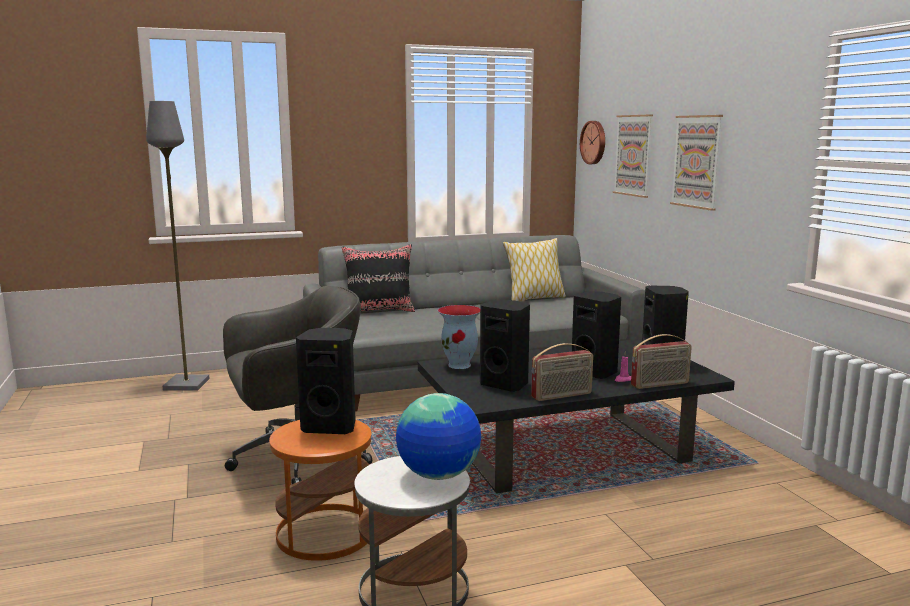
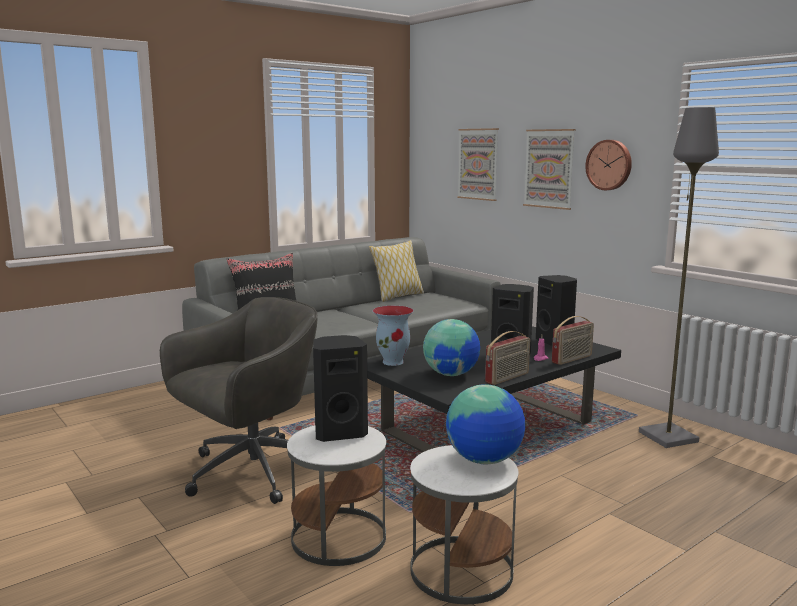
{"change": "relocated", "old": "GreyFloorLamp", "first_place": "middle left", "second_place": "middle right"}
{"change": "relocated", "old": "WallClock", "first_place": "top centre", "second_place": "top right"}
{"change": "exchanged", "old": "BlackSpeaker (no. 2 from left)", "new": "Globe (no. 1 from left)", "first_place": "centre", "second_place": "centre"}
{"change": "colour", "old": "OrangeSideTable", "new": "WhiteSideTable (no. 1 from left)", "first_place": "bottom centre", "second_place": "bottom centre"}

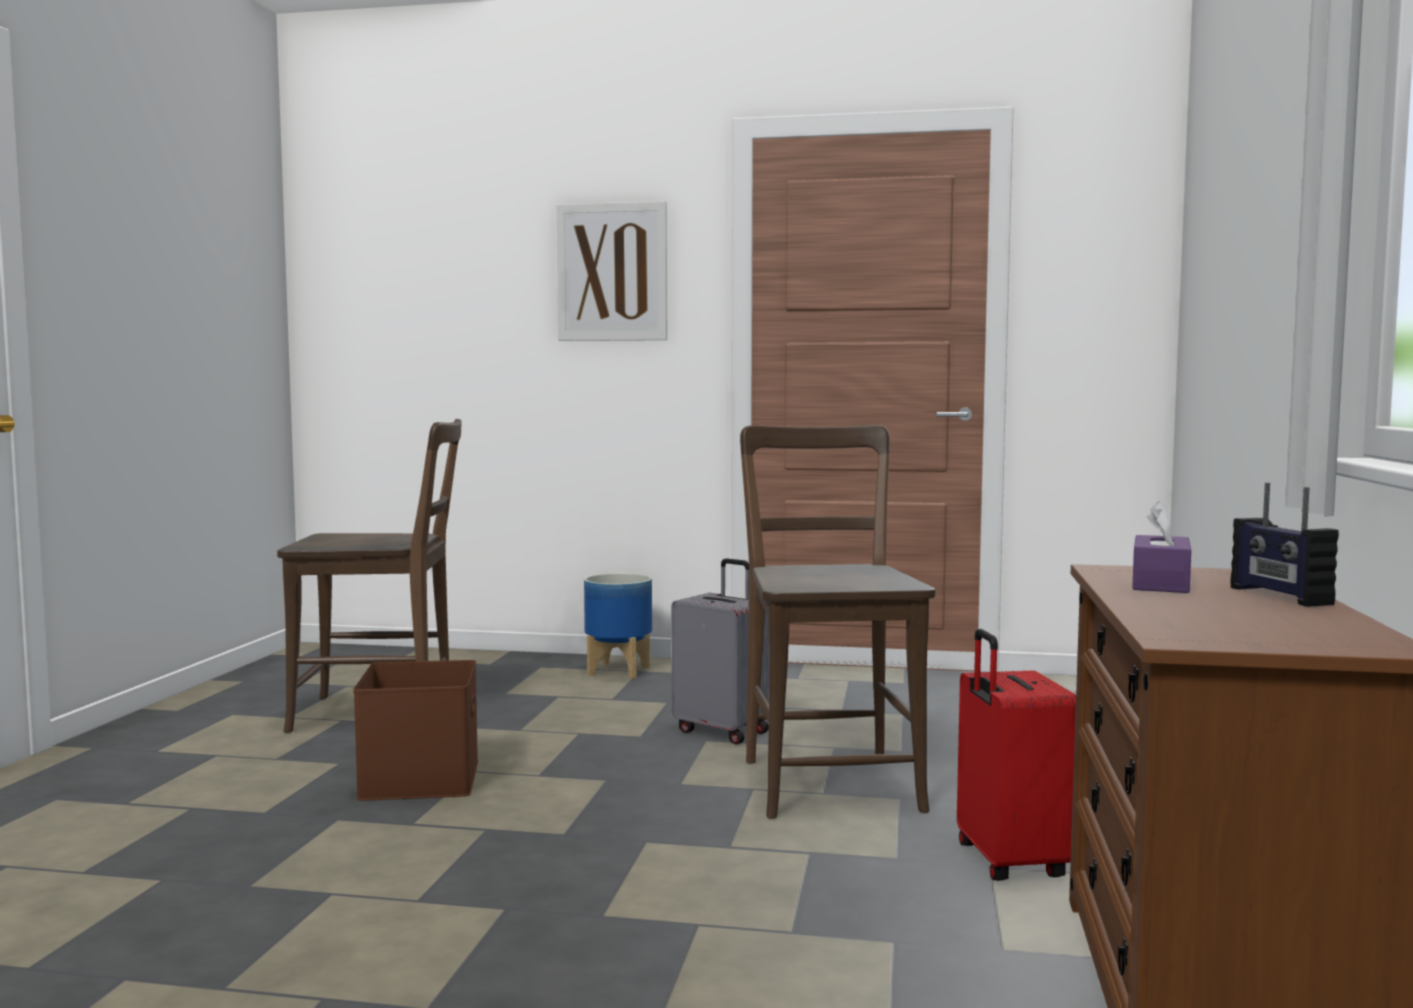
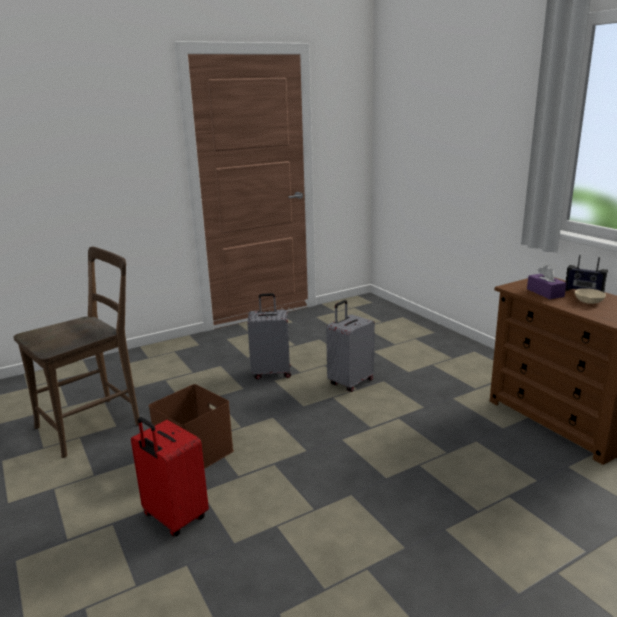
{"change": "missing", "old": "Picture", "first_place": "top centre"}
{"change": "exchanged", "old": "BrownChair (no. 2 from left)", "new": "GreySuitcase (no. 2 from left)", "first_place": "centre", "second_place": "centre"}
{"change": "missing", "old": "Planter", "first_place": "centre"}
{"change": "relocated", "old": "RedSuitcase", "first_place": "bottom right", "second_place": "bottom left"}
{"change": "appeared", "new": "BeigeBowl", "second_place": "middle right"}

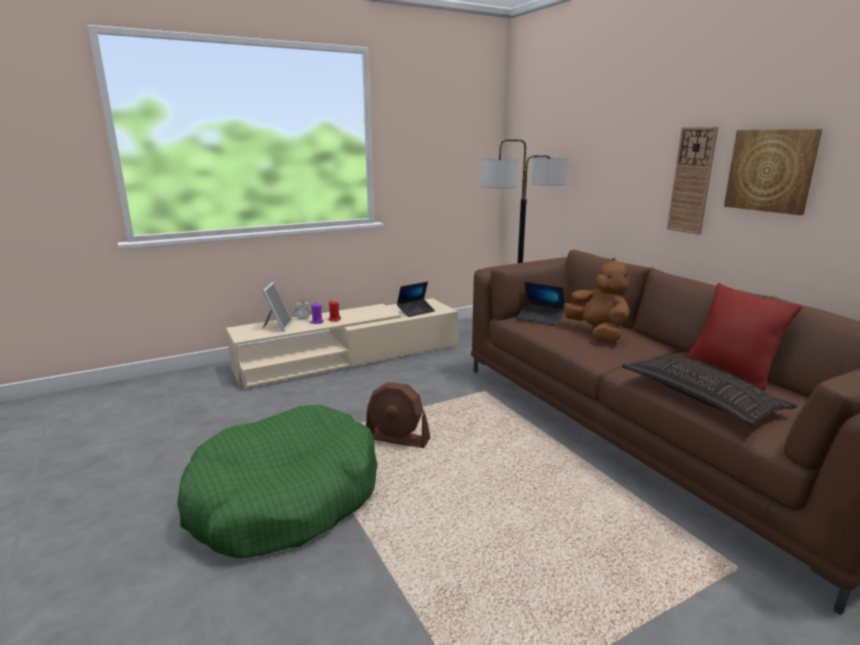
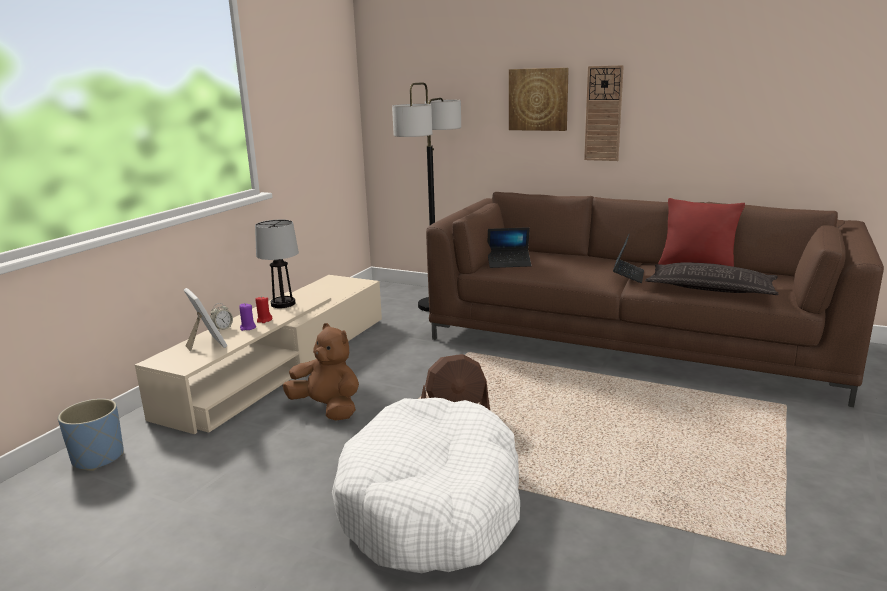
{"change": "relocated", "old": "Picture", "first_place": "top right", "second_place": "top centre"}
{"change": "relocated", "old": "BrownPlushToy", "first_place": "middle right", "second_place": "centre"}
{"change": "relocated", "old": "Laptop (no. 1 from left in the first image)", "new": "Laptop (no. 2 from left)", "first_place": "centre", "second_place": "middle right"}
{"change": "colour", "old": "GreenDogBed", "new": "WhiteDogBed", "first_place": "bottom left", "second_place": "bottom centre"}
{"change": "appeared", "new": "TableLamp", "second_place": "middle left"}
{"change": "appeared", "new": "BluePlanter", "second_place": "bottom left"}

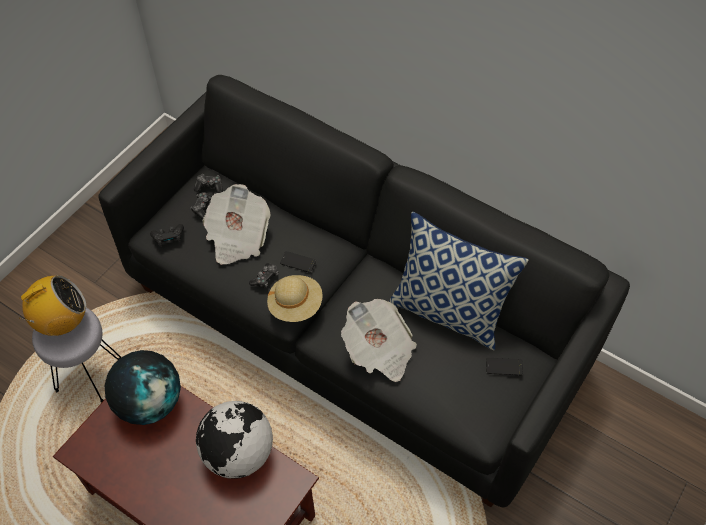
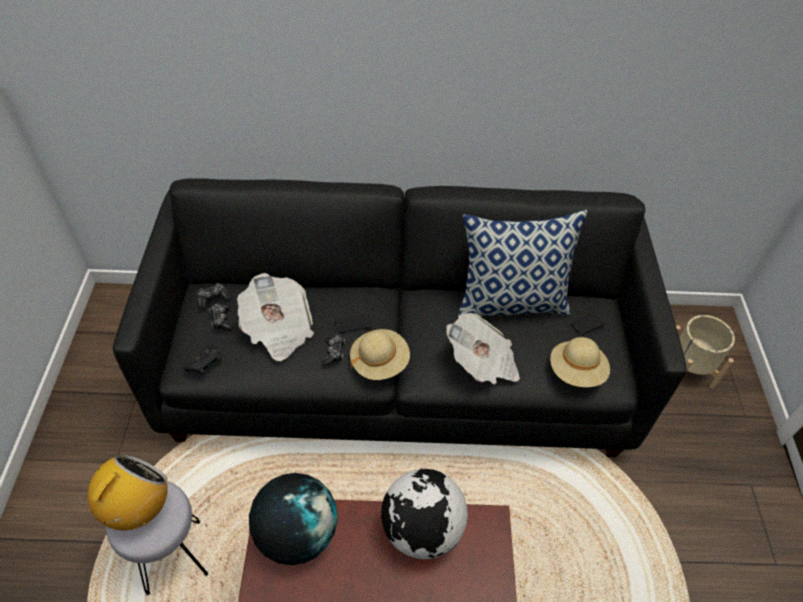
{"change": "appeared", "new": "BeigePlanter", "second_place": "middle right"}
{"change": "appeared", "new": "BeigeHat (no. 2 from left)", "second_place": "middle right"}

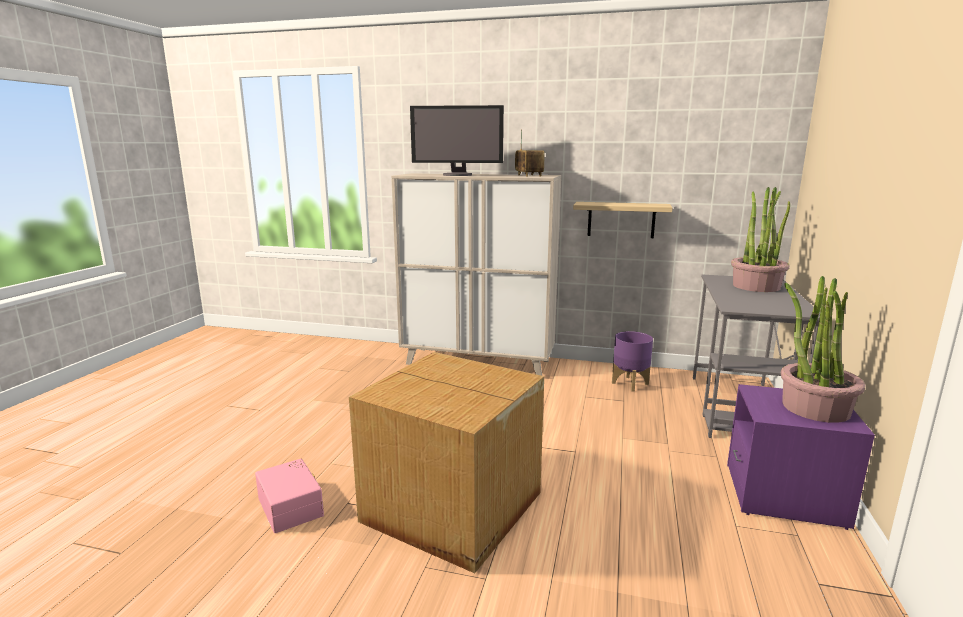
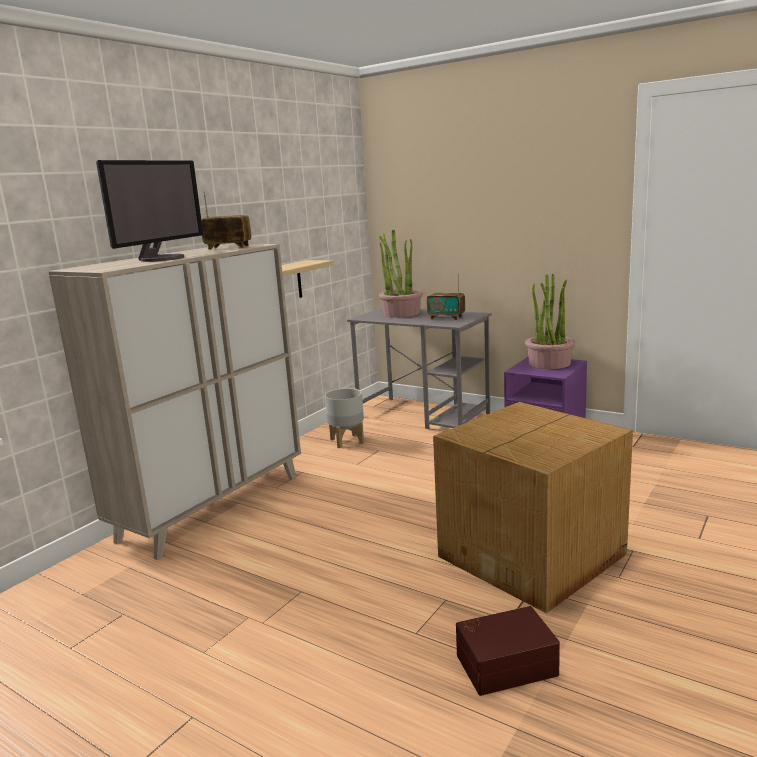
{"change": "colour", "old": "PurplePlanter", "new": "GreyPlanter", "first_place": "centre", "second_place": "centre"}
{"change": "colour", "old": "PinkStorageBox", "new": "BrownStorageBox", "first_place": "bottom left", "second_place": "bottom right"}
{"change": "appeared", "new": "Radio (no. 2 from left)", "second_place": "centre"}

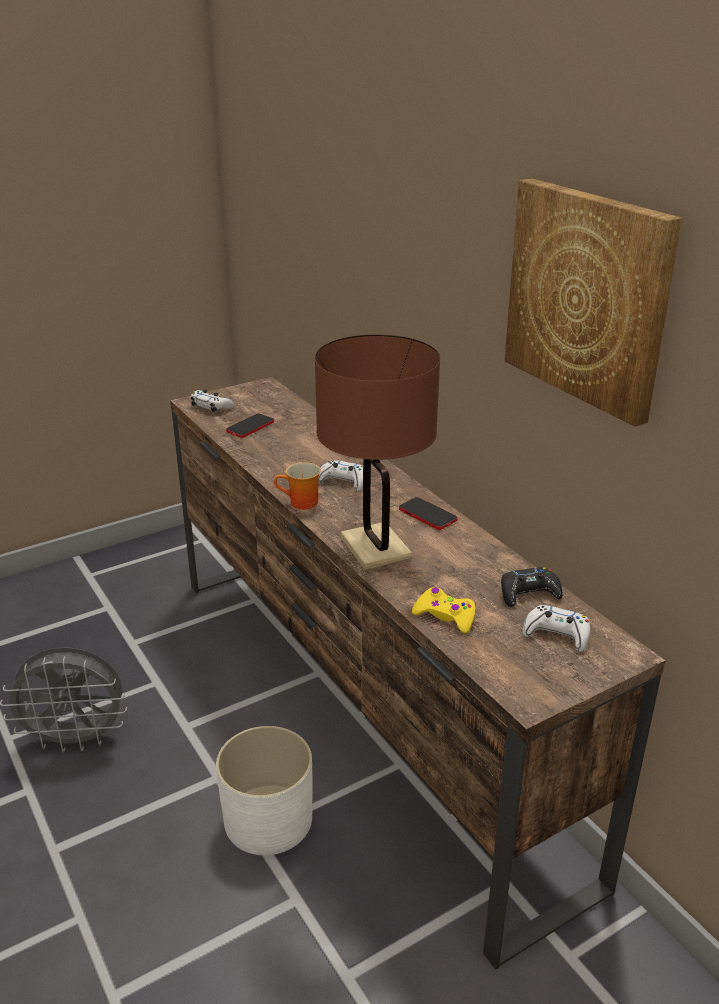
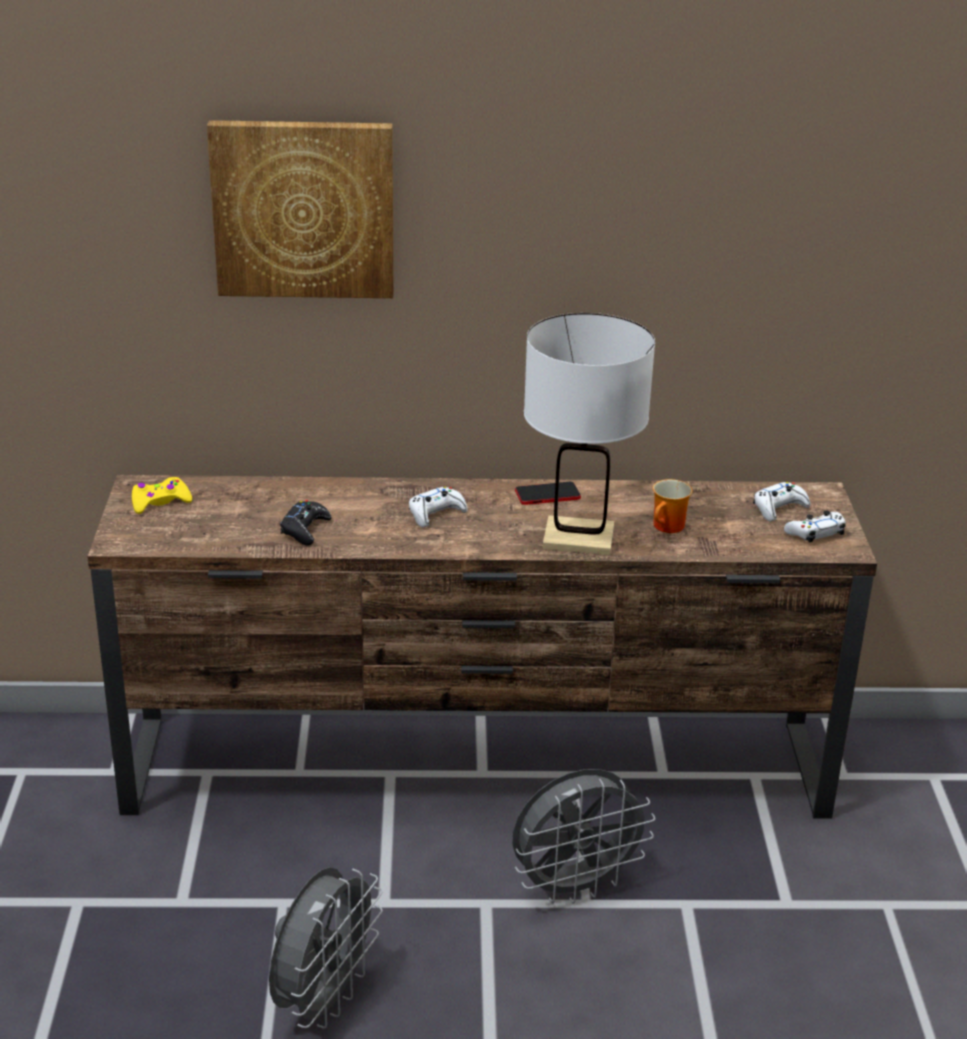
{"change": "relocated", "old": "Picture", "first_place": "top right", "second_place": "top left"}
{"change": "colour", "old": "BrownTableLamp", "new": "WhiteTableLamp", "first_place": "centre", "second_place": "centre"}
{"change": "relocated", "old": "WhiteGameController (no. 1 from left in the first image)", "new": "WhiteGameController (no. 3 from left)", "first_place": "middle left", "second_place": "middle right"}
{"change": "missing", "old": "Phone (no. 1 from left)", "first_place": "centre"}
{"change": "relocated", "old": "Mug", "first_place": "centre", "second_place": "middle right"}
{"change": "relocated", "old": "BlackGameController", "first_place": "middle right", "second_place": "middle left"}
{"change": "relocated", "old": "YellowGameController", "first_place": "centre", "second_place": "middle left"}
{"change": "exchanged", "old": "WhitePlanter", "new": "GreyFan (no. 2 from left)", "first_place": "bottom centre", "second_place": "bottom centre"}

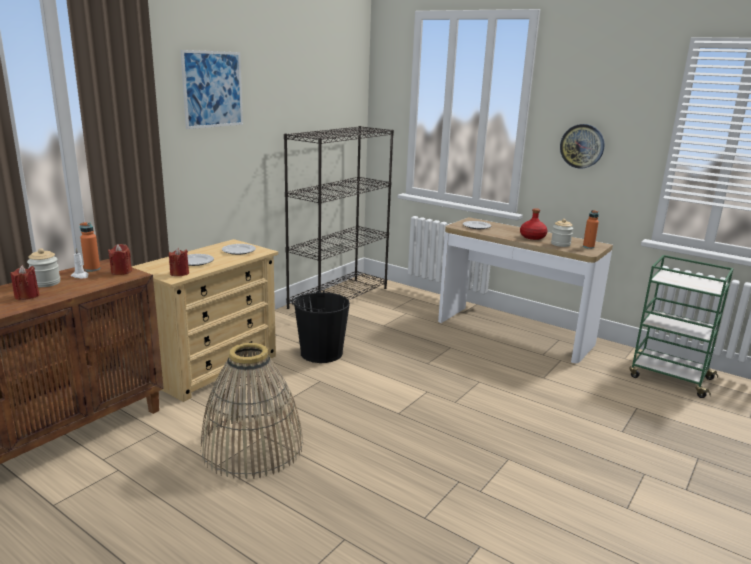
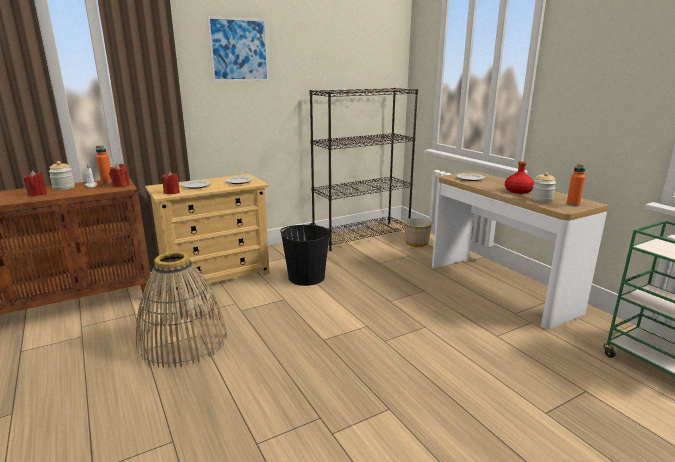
{"change": "missing", "old": "WallClock", "first_place": "top right"}
{"change": "appeared", "new": "Planter", "second_place": "centre"}

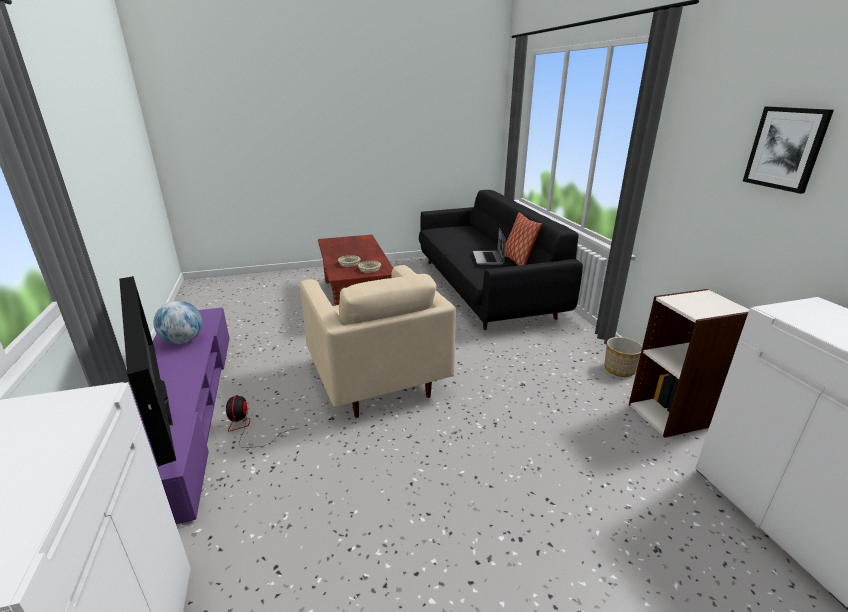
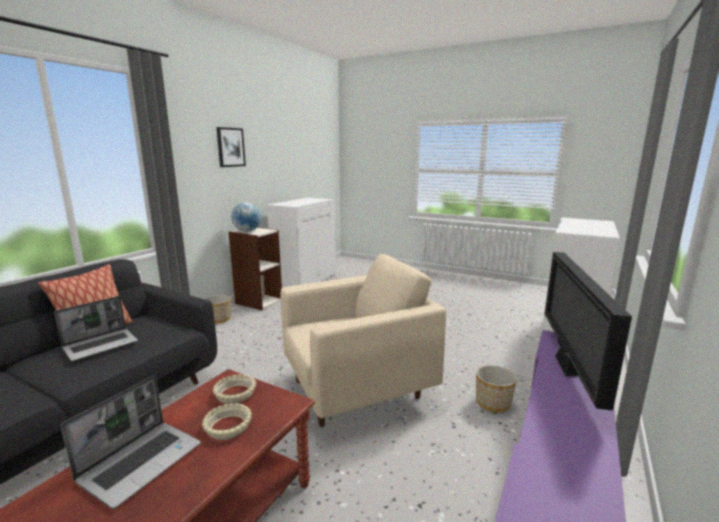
{"change": "spun", "old": "BeigeArmchair", "first_place": "centre", "second_place": "centre", "degrees": 45}
{"change": "relocated", "old": "Globe", "first_place": "middle left", "second_place": "centre"}
{"change": "exchanged", "old": "Fan", "new": "Planter (no. 2 from left)", "first_place": "bottom left", "second_place": "bottom right"}
{"change": "appeared", "new": "Laptop (no. 2 from left)", "second_place": "bottom left"}

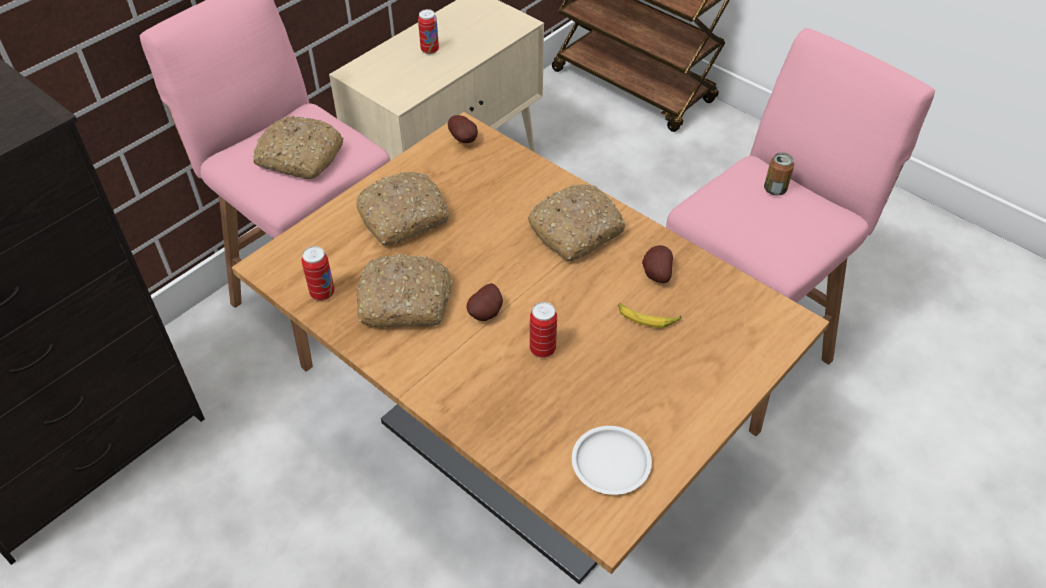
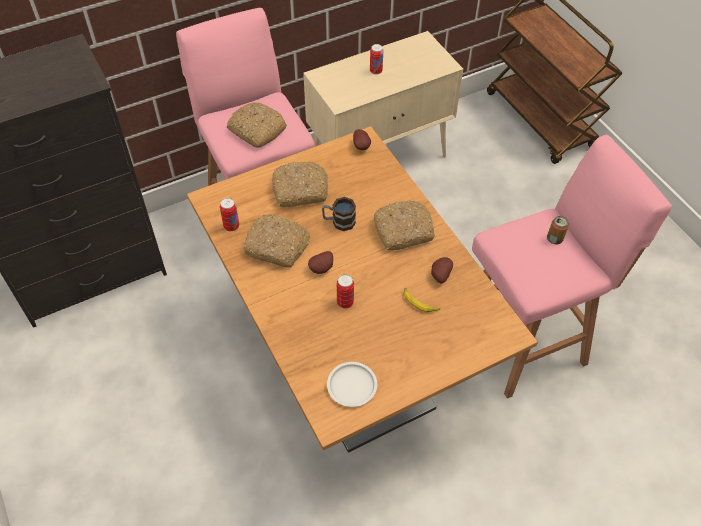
{"change": "appeared", "new": "Mug", "second_place": "centre"}

